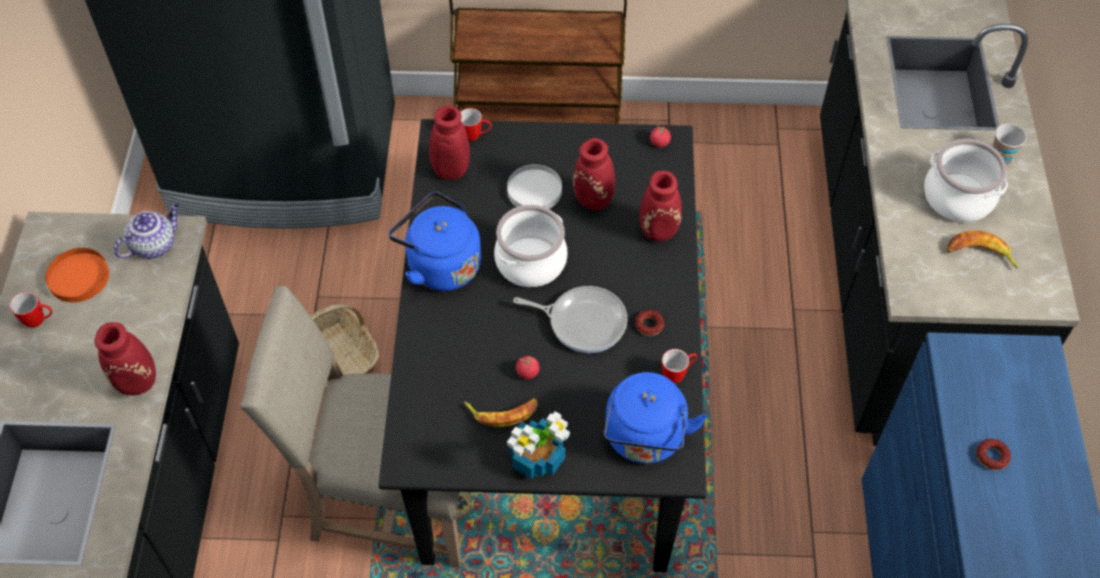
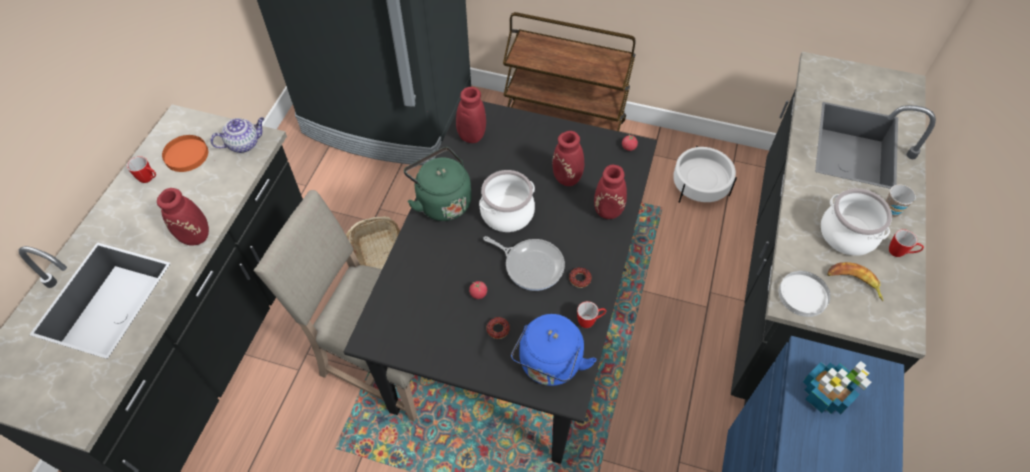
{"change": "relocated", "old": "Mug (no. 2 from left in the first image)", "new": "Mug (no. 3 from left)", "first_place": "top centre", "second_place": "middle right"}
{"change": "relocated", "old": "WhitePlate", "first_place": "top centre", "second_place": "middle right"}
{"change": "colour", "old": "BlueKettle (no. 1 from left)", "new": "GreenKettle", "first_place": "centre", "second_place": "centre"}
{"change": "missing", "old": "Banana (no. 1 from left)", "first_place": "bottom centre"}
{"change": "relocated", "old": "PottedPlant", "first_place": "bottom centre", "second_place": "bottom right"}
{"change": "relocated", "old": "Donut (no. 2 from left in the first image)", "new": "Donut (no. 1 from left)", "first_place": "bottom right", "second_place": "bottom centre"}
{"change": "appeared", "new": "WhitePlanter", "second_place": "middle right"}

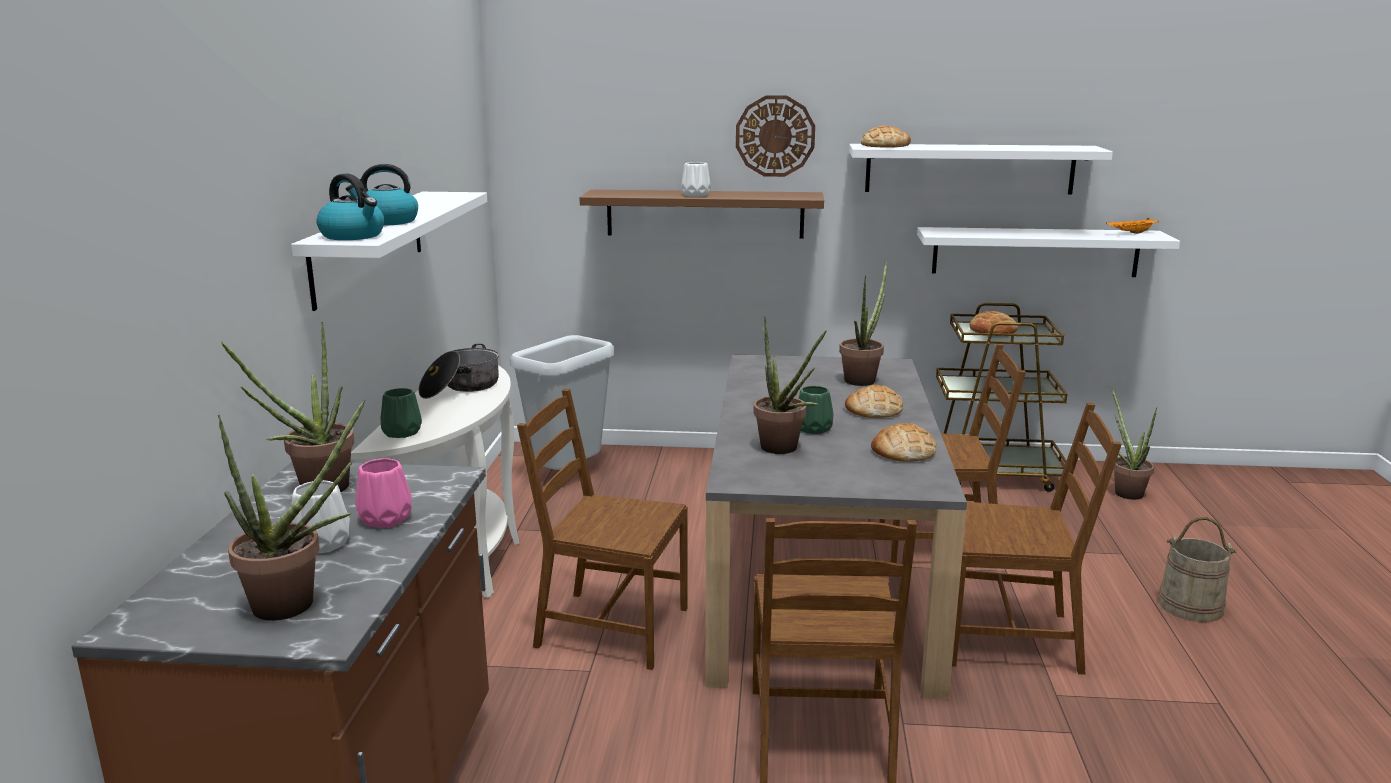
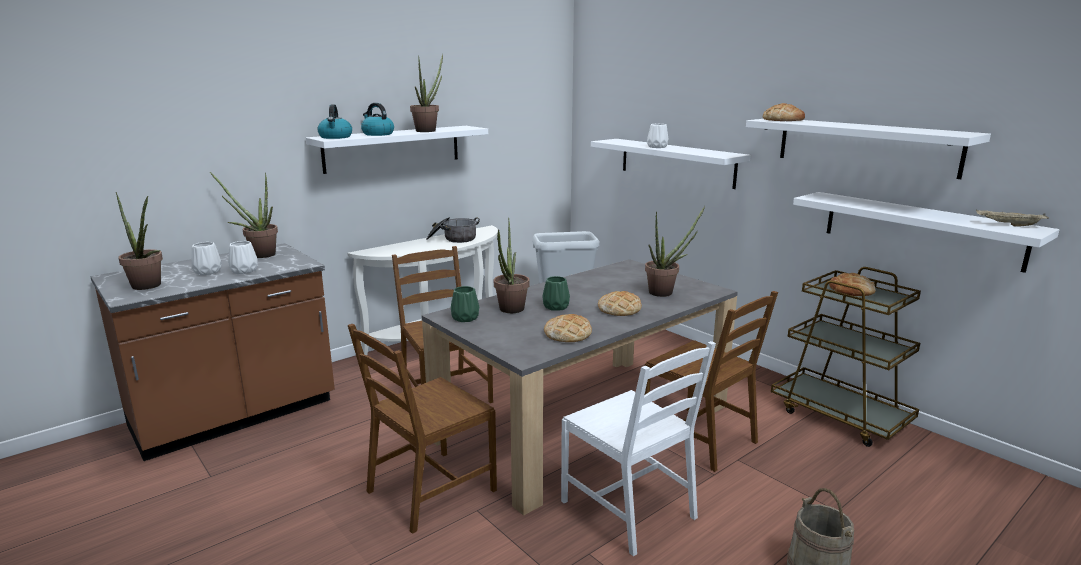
{"change": "missing", "old": "WallClock", "first_place": "top centre"}
{"change": "colour", "old": "BrownShelf", "new": "WhiteShelf (no. 2 from left)", "first_place": "top centre", "second_place": "top centre"}
{"change": "colour", "old": "OrangeTray", "new": "BeigeTray", "first_place": "top right", "second_place": "middle right"}
{"change": "relocated", "old": "PottedPlant (no. 5 from left in the first image)", "new": "PottedPlant (no. 3 from left)", "first_place": "middle right", "second_place": "top centre"}
{"change": "relocated", "old": "GreenVase (no. 1 from left)", "first_place": "middle left", "second_place": "centre"}
{"change": "colour", "old": "BrownChair (no. 4 from left)", "new": "WhiteChair", "first_place": "bottom right", "second_place": "bottom centre"}
{"change": "colour", "old": "PinkVase", "new": "WhiteVase (no. 2 from left)", "first_place": "middle left", "second_place": "middle left"}

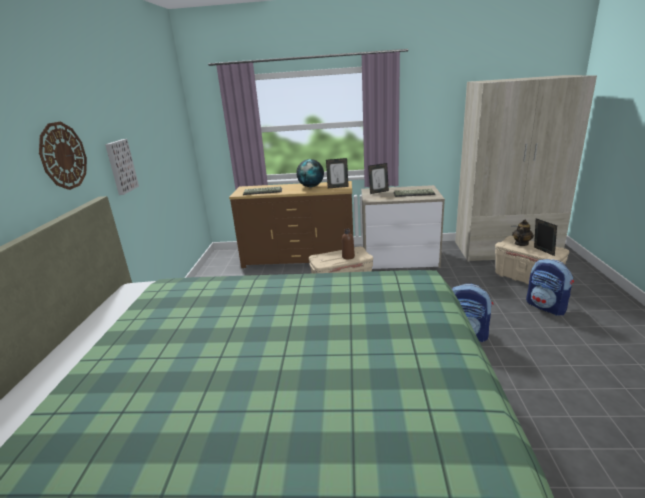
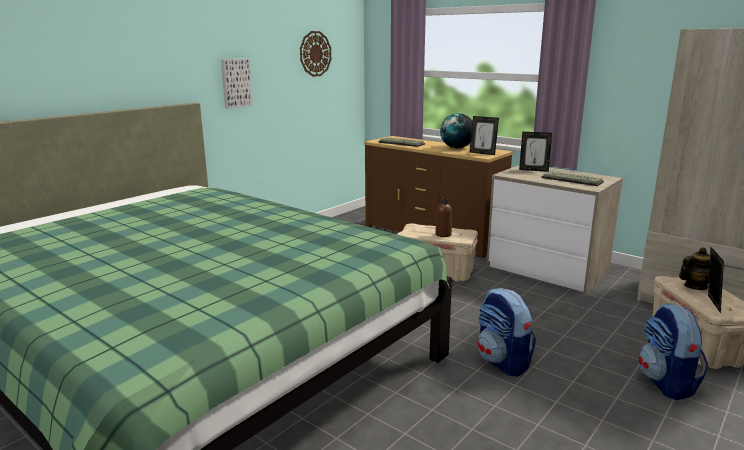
{"change": "relocated", "old": "WallClock", "first_place": "top left", "second_place": "top centre"}

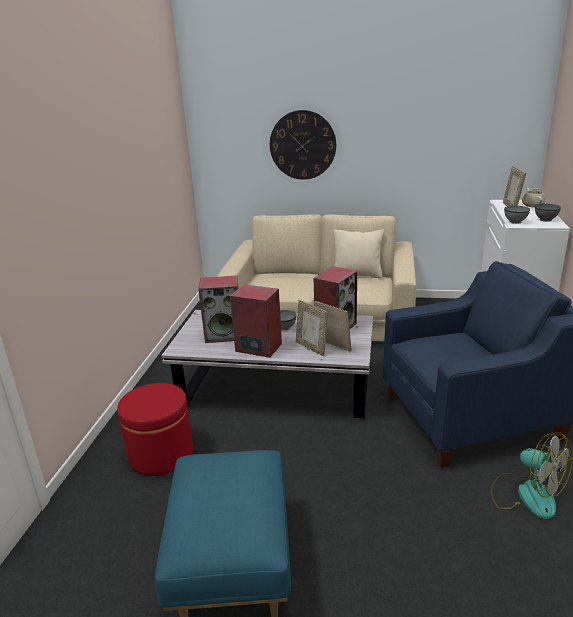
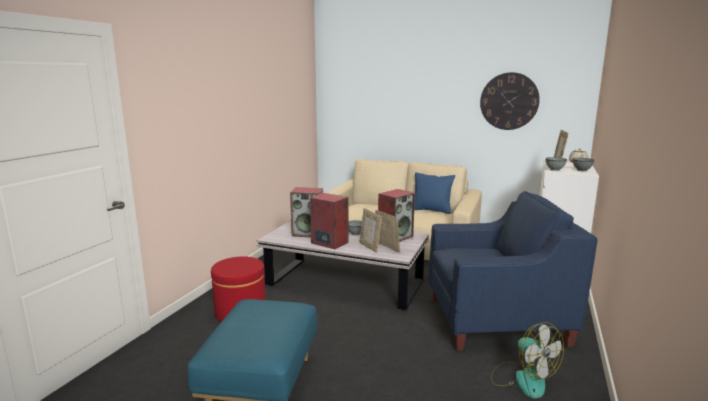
{"change": "relocated", "old": "WallClock", "first_place": "top centre", "second_place": "top right"}
{"change": "colour", "old": "BeigePillow", "new": "BluePillow", "first_place": "centre", "second_place": "centre"}

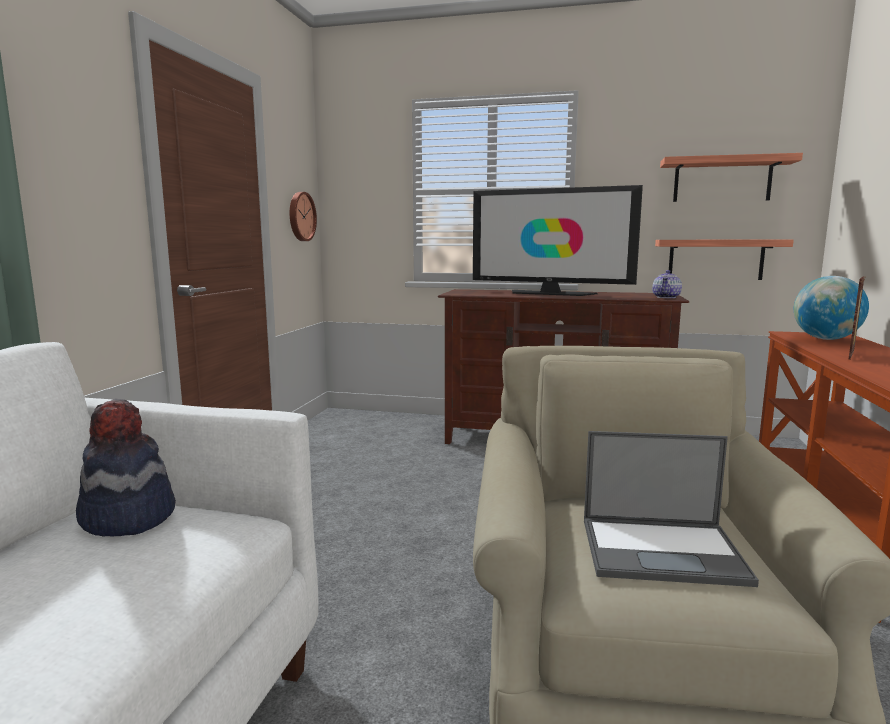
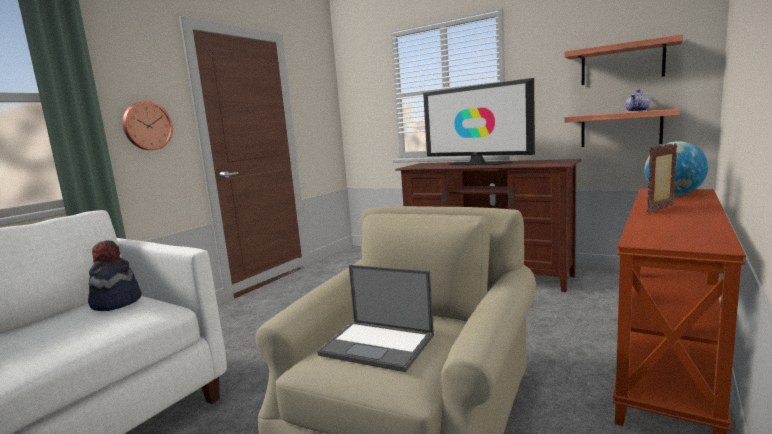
{"change": "relocated", "old": "WallClock", "first_place": "top centre", "second_place": "top left"}
{"change": "relocated", "old": "Teapot", "first_place": "middle right", "second_place": "top right"}

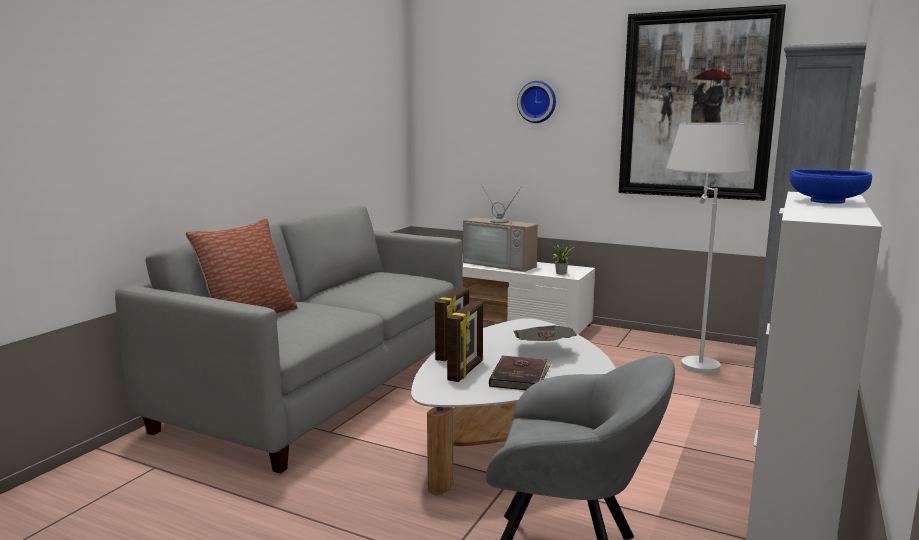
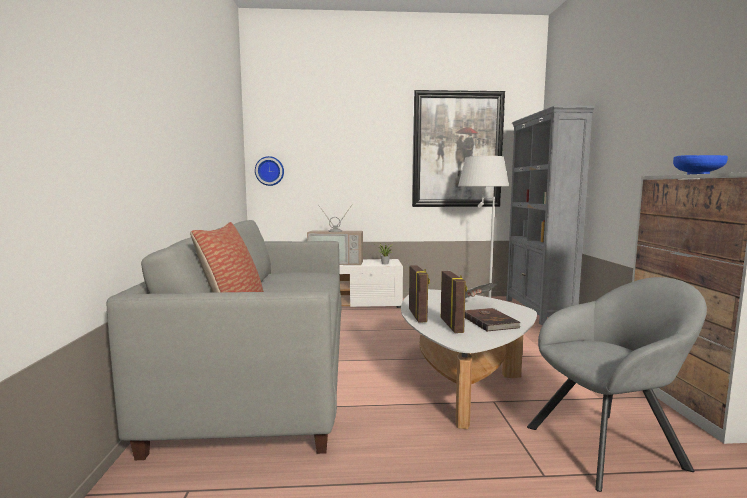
{"change": "relocated", "old": "WallClock", "first_place": "top centre", "second_place": "centre"}

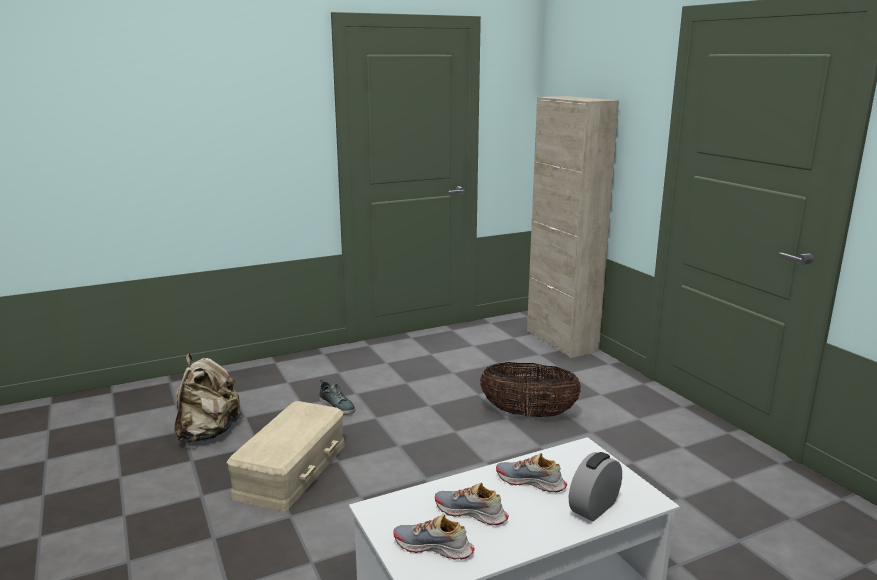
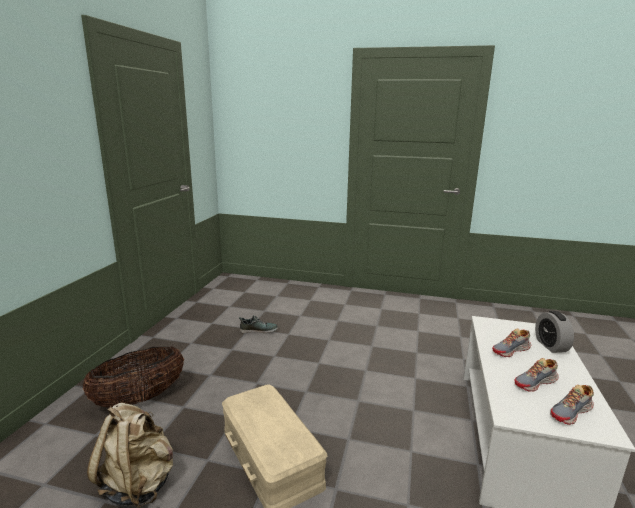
{"change": "missing", "old": "BeigeCabinet", "first_place": "centre"}
{"change": "relocated", "old": "Basket", "first_place": "bottom centre", "second_place": "bottom left"}
{"change": "relocated", "old": "Shoe (no. 1 from left)", "first_place": "bottom centre", "second_place": "centre"}

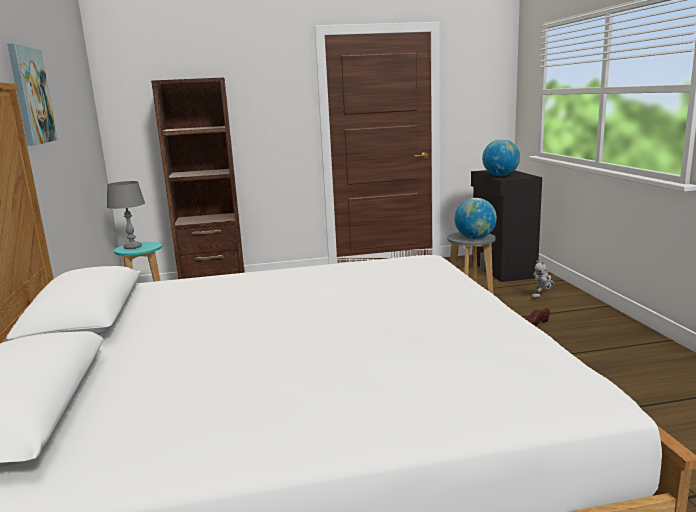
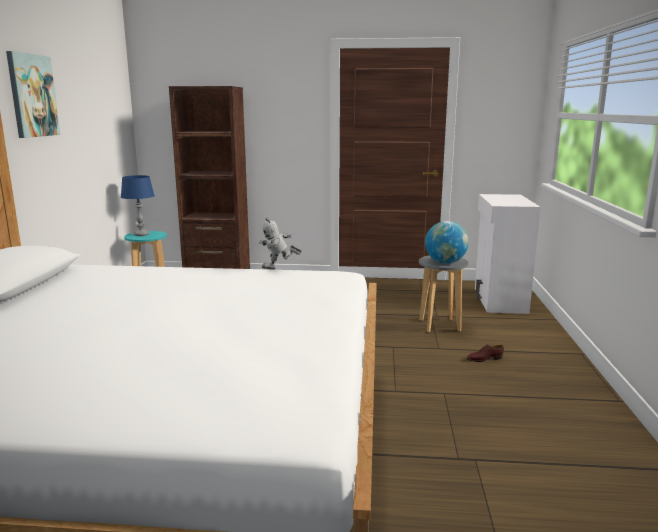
{"change": "missing", "old": "Globe (no. 2 from left)", "first_place": "top right"}
{"change": "colour", "old": "BlackCabinet", "new": "WhiteCabinet", "first_place": "middle right", "second_place": "middle right"}
{"change": "colour", "old": "GreyTableLamp", "new": "BlueTableLamp", "first_place": "middle left", "second_place": "middle left"}
{"change": "relocated", "old": "ToyRobot", "first_place": "middle right", "second_place": "centre"}

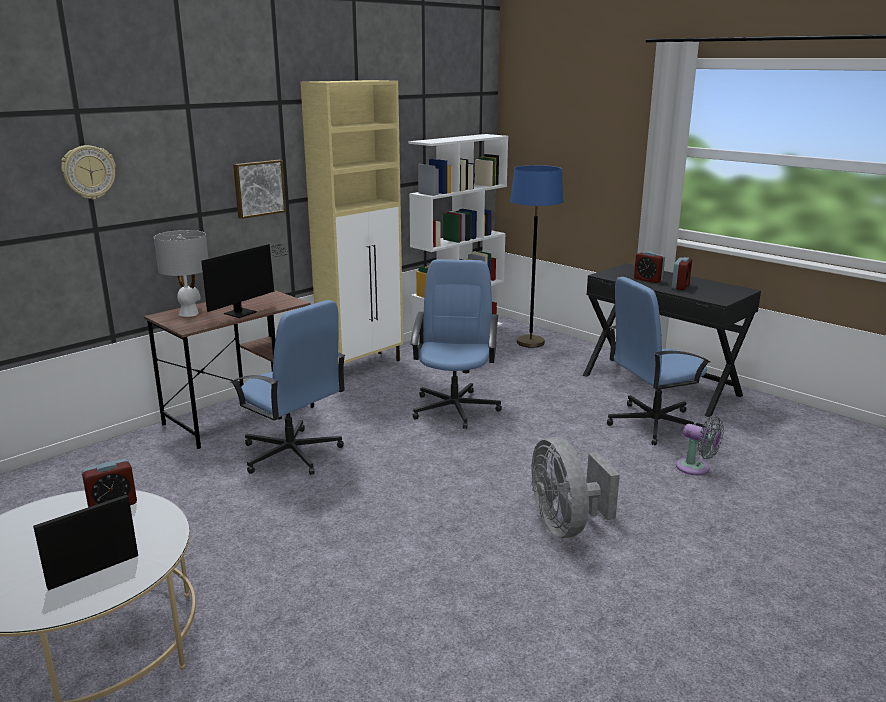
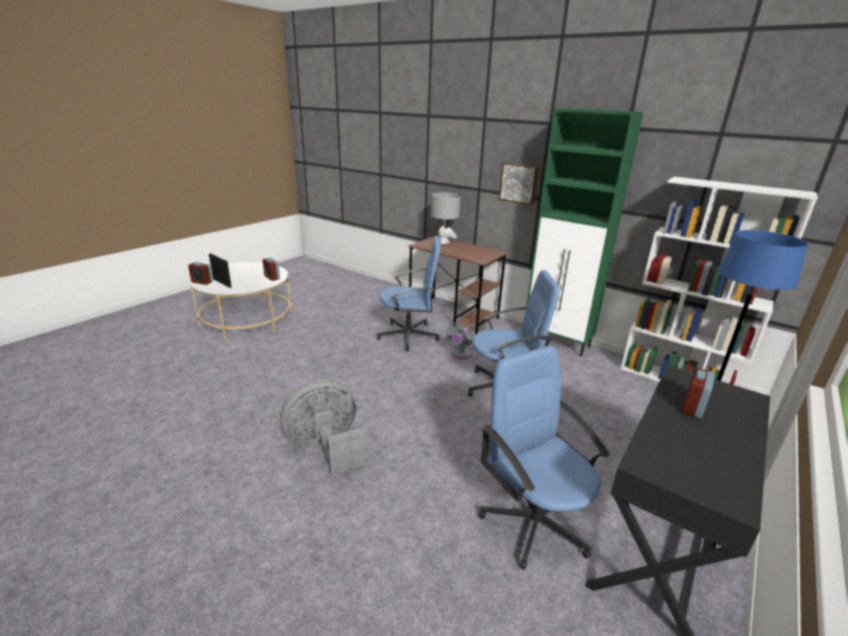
{"change": "colour", "old": "BeigeCabinet", "new": "GreenCabinet", "first_place": "top centre", "second_place": "middle right"}
{"change": "missing", "old": "WallClock", "first_place": "top left"}
{"change": "missing", "old": "Monitor", "first_place": "middle left"}
{"change": "relocated", "old": "AlarmClock (no. 3 from left in the first image)", "new": "AlarmClock (no. 1 from left)", "first_place": "middle right", "second_place": "middle left"}
{"change": "spun", "old": "BlueOfficeChair (no. 1 from left)", "first_place": "middle left", "second_place": "centre", "degrees": -120}
{"change": "relocated", "old": "GreyFan (no. 2 from left)", "first_place": "middle right", "second_place": "centre"}

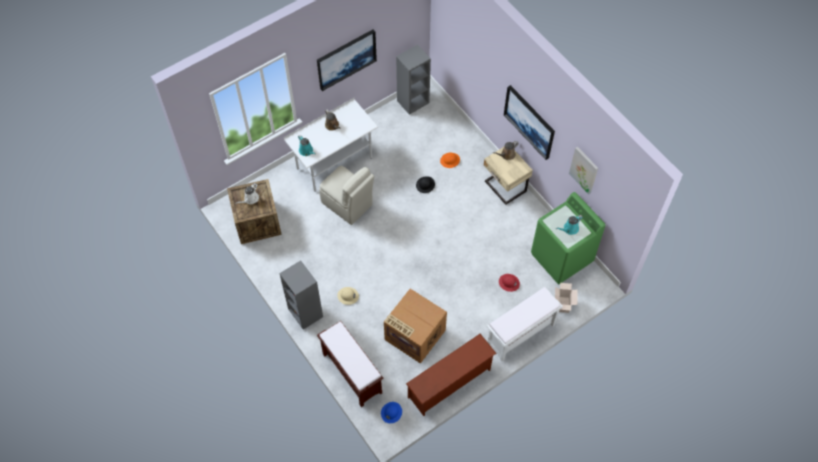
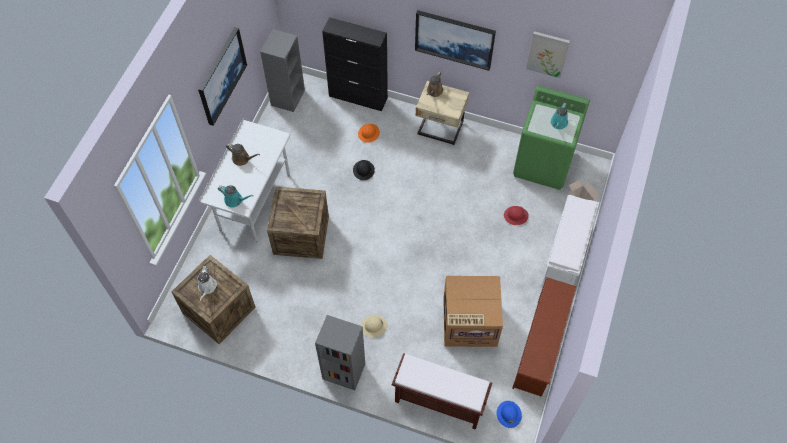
{"change": "exchanged", "old": "BeigeChair", "new": "Crate (no. 2 from left)", "first_place": "centre", "second_place": "centre"}
{"change": "appeared", "new": "BlackCabinet", "second_place": "top centre"}

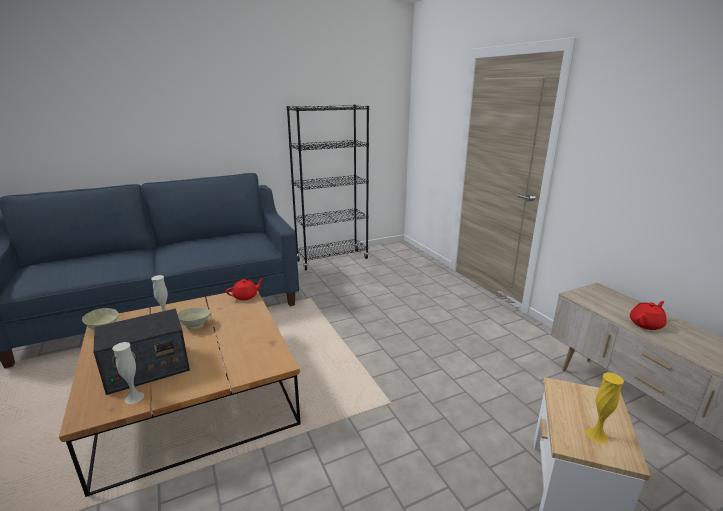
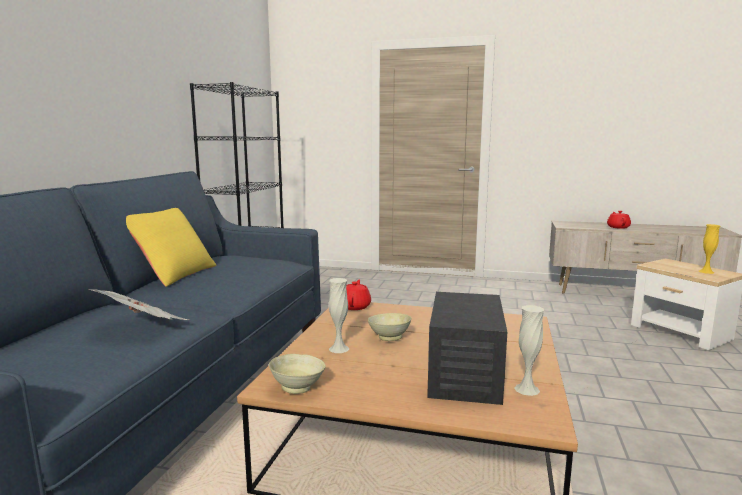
{"change": "appeared", "new": "YellowPillow", "second_place": "middle left"}
{"change": "appeared", "new": "Newspaper", "second_place": "middle left"}

